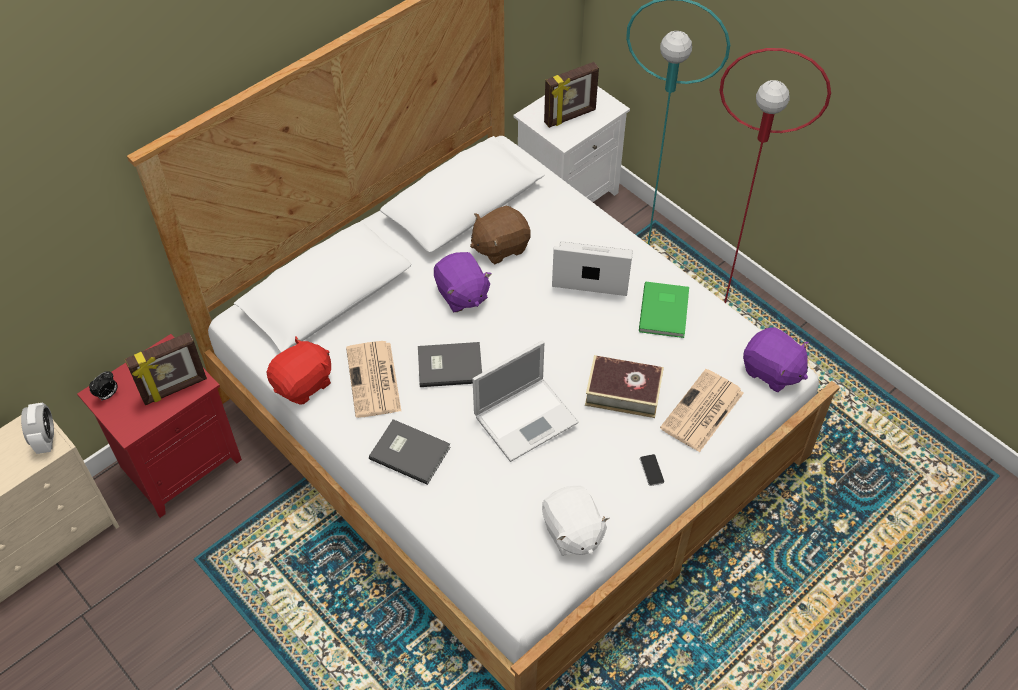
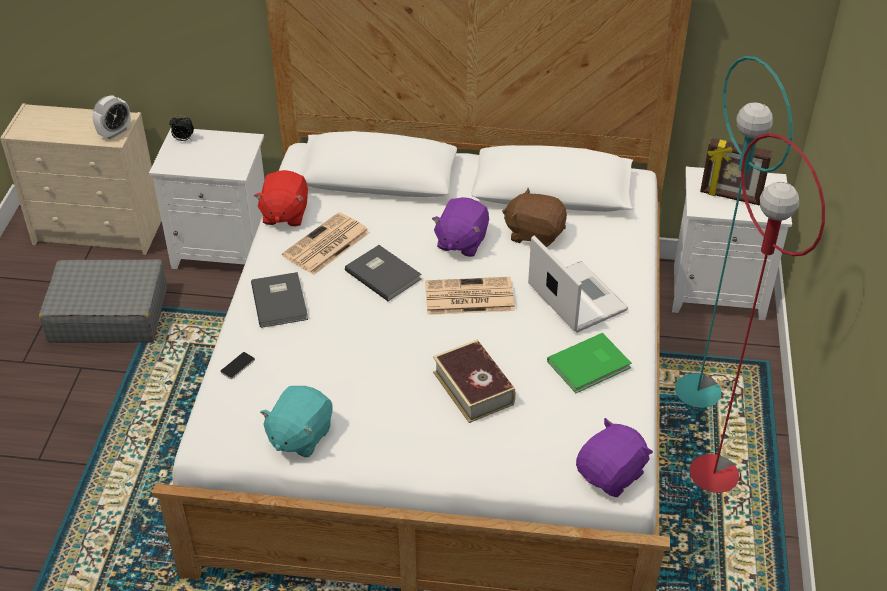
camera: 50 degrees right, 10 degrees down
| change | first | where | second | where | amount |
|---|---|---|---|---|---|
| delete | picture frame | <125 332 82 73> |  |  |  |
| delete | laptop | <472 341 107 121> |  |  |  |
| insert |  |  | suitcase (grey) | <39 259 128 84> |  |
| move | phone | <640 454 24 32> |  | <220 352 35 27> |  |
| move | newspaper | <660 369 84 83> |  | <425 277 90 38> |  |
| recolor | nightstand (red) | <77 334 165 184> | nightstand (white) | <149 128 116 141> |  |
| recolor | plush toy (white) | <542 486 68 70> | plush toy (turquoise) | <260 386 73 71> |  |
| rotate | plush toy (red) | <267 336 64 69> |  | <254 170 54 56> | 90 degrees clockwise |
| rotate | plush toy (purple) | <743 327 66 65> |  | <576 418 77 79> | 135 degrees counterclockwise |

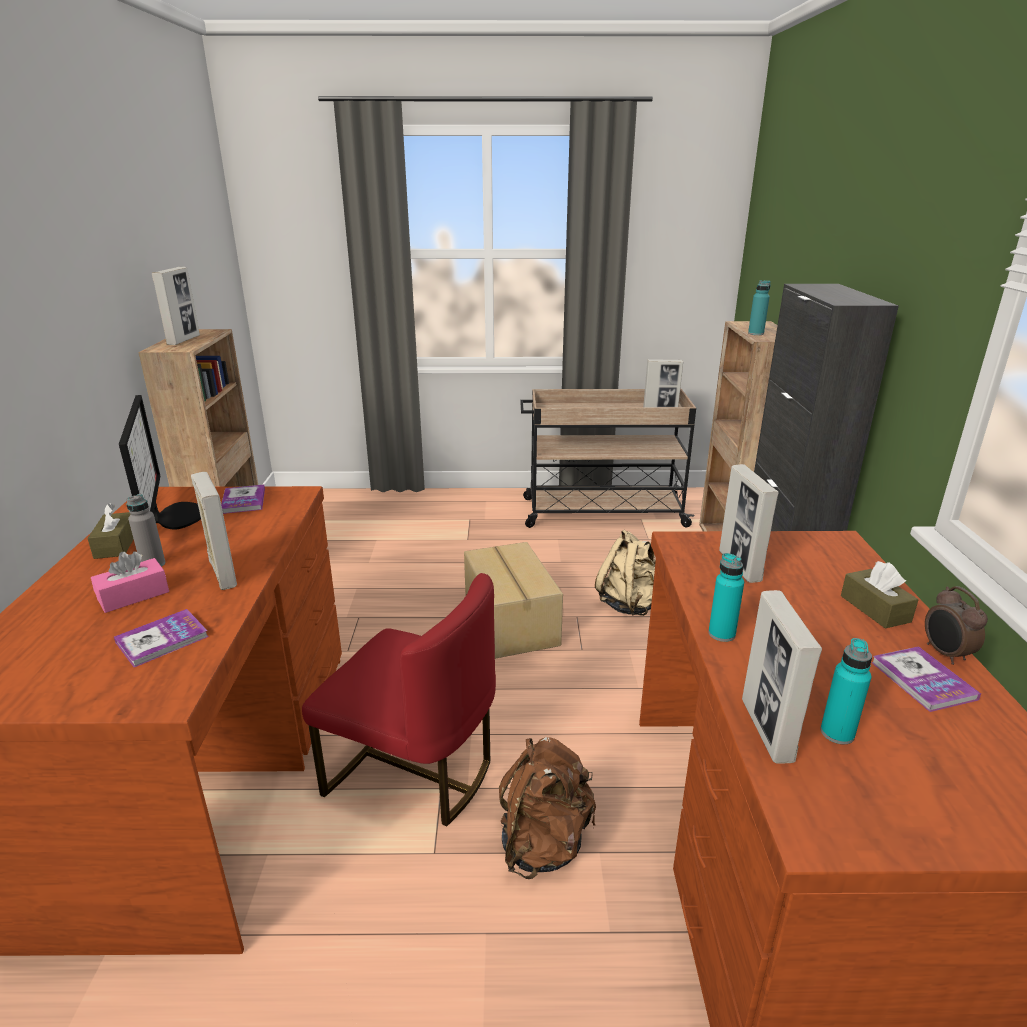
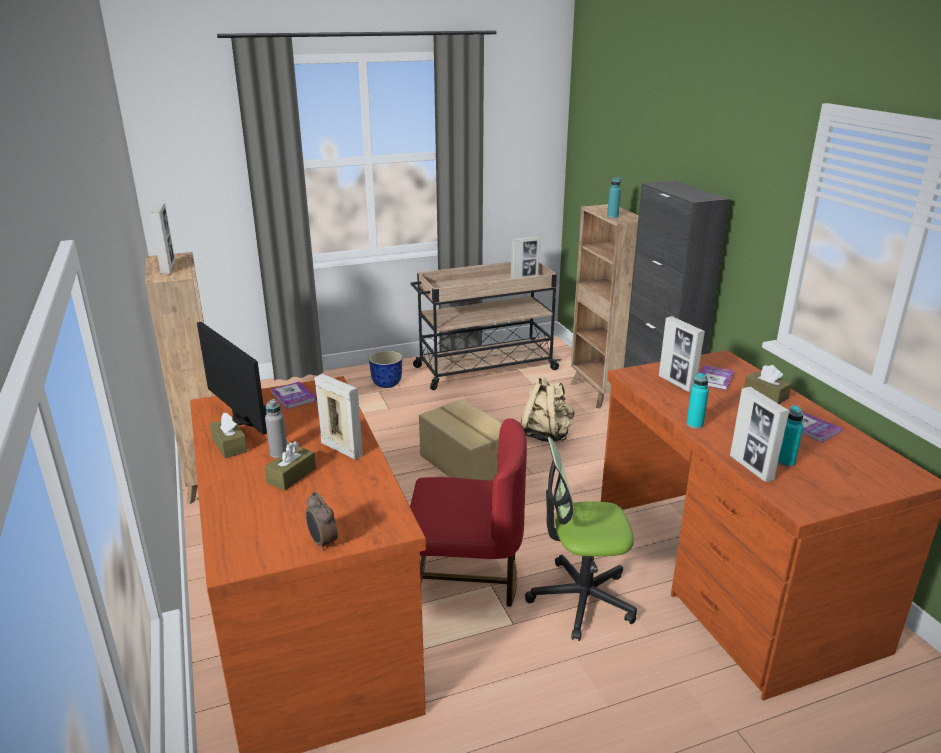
camera: 20 degrees left, 0 degrees up
| change | first | where | second | where | amount |
|---|---|---|---|---|---|
| insert |  |  | planter | <369 351 33 37> |  |
| move | book | <114 609 95 58> |  | <700 365 34 25> |  |
| move | alarm clock | <925 586 63 79> |  | <306 492 32 59> |  |
| replace | backpack (brown) | <499 737 97 142> | office chair | <525 437 112 204> |  |
| recolor | tissue box (pink) | <91 552 78 61> | tissue box (brown) | <264 441 52 49> |  |

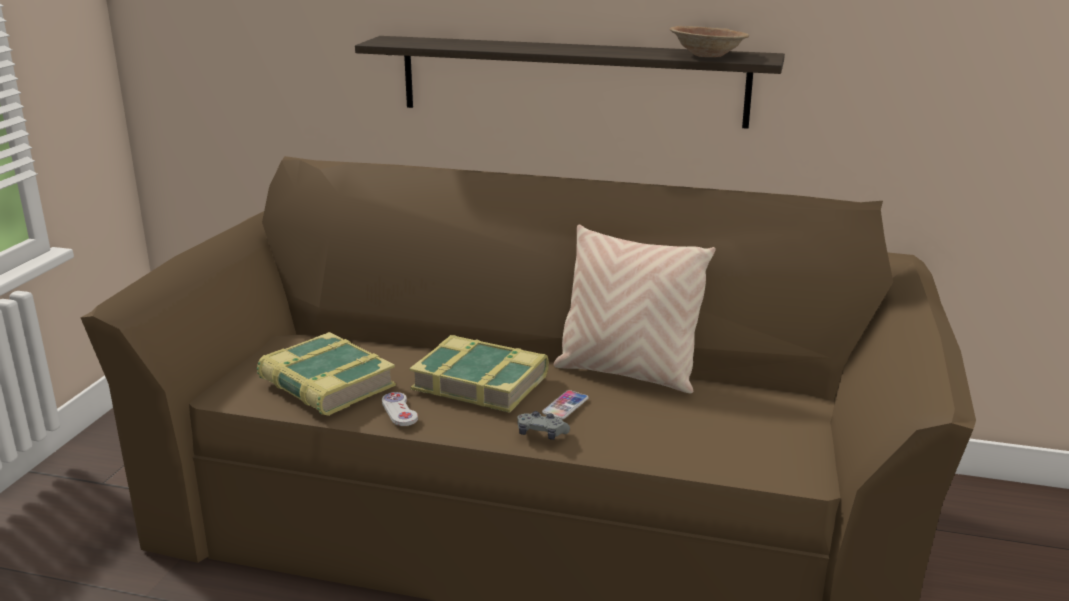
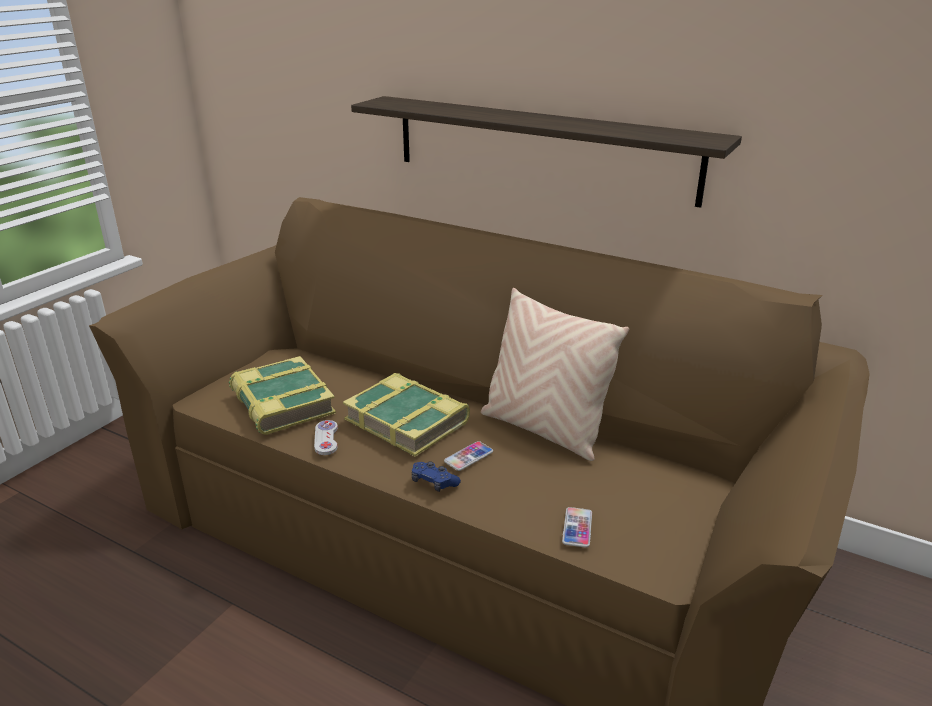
camera: 15 degrees right, 5 degrees up
| change | first | where | second | where | amount |
|---|---|---|---|---|---|
| delete | bowl (brown) | <670 26 79 31> |  |  |  |
| insert |  |  | phone | <562 507 30 41> |  |
| recolor | game controller (grey) | <517 411 53 29> | game controller (blue) | <412 461 49 31> |  |

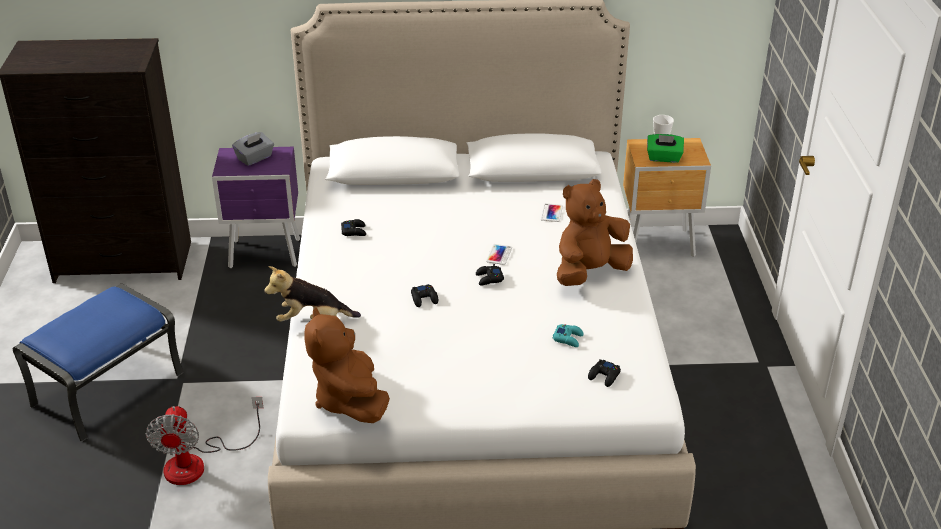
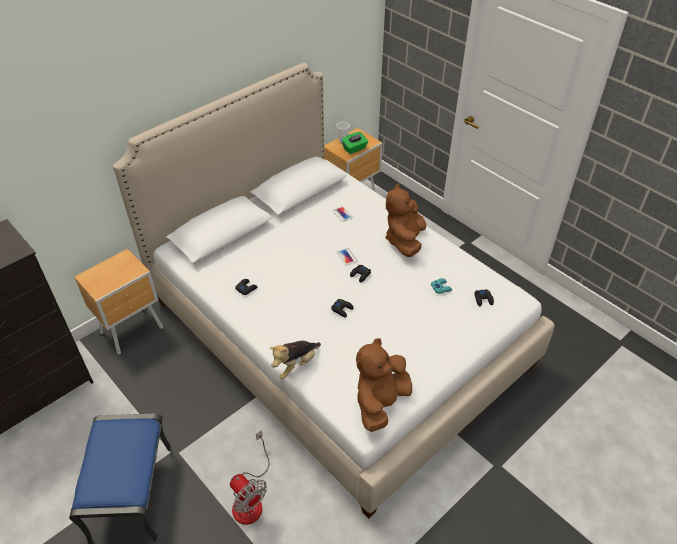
camera: 40 degrees left, 10 degrees up
| change | first | where | second | where | amount |
|---|---|---|---|---|---|
| delete | tissue box (grey) | <232 132 42 34> |  |  |  |
| recolor | nightstand (purple) | <212 147 88 121> | nightstand (brown) | <74 249 89 106> |  |
| rotate | plush toy (brown) | <304 307 86 116> |  | <356 338 56 94> | 90 degrees clockwise |

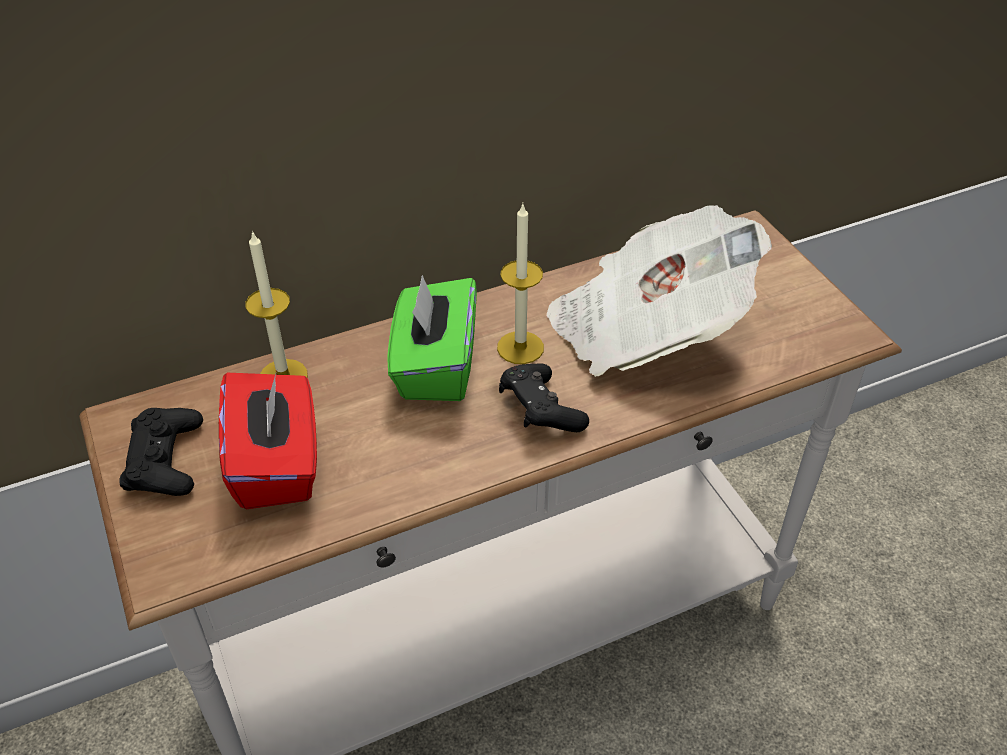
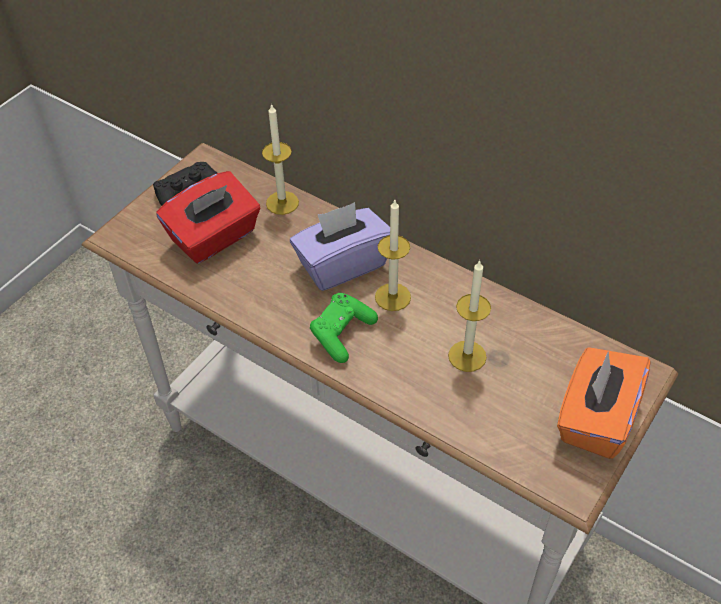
camera: 60 degrees right, 5 degrees up
| change | first | where | second | where | amount |
|---|---|---|---|---|---|
| insert |  |  | tissue box (orange) | <557 347 93 112> |  |
| replace | newspaper | <546 205 226 172> | candle | <448 260 43 112> |  |
| recolor | tissue box (green) | <387 275 90 126> | tissue box (purple) | <290 202 100 89> |  |
| recolor | game controller (black) | <499 364 90 68> | game controller (green) | <310 293 68 70> |  |

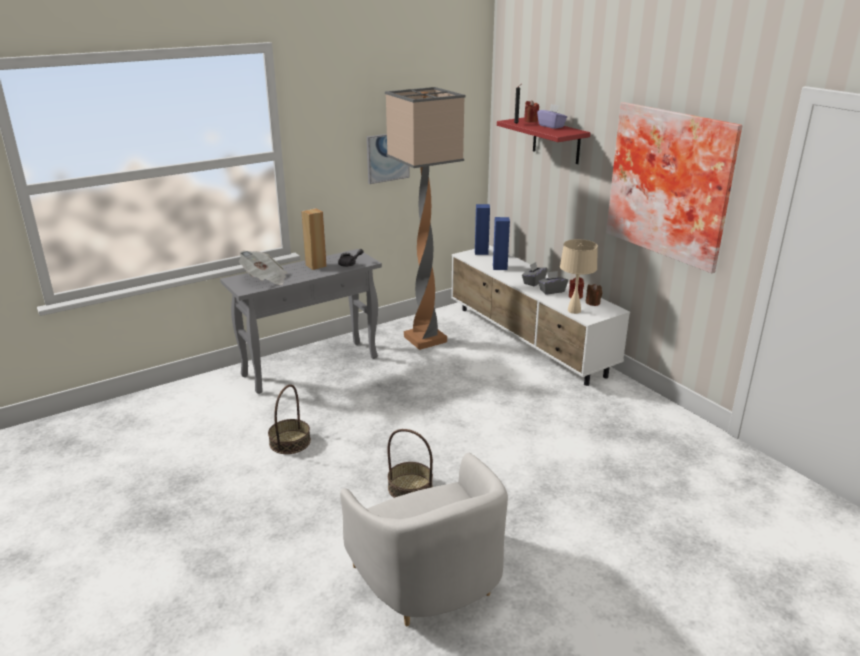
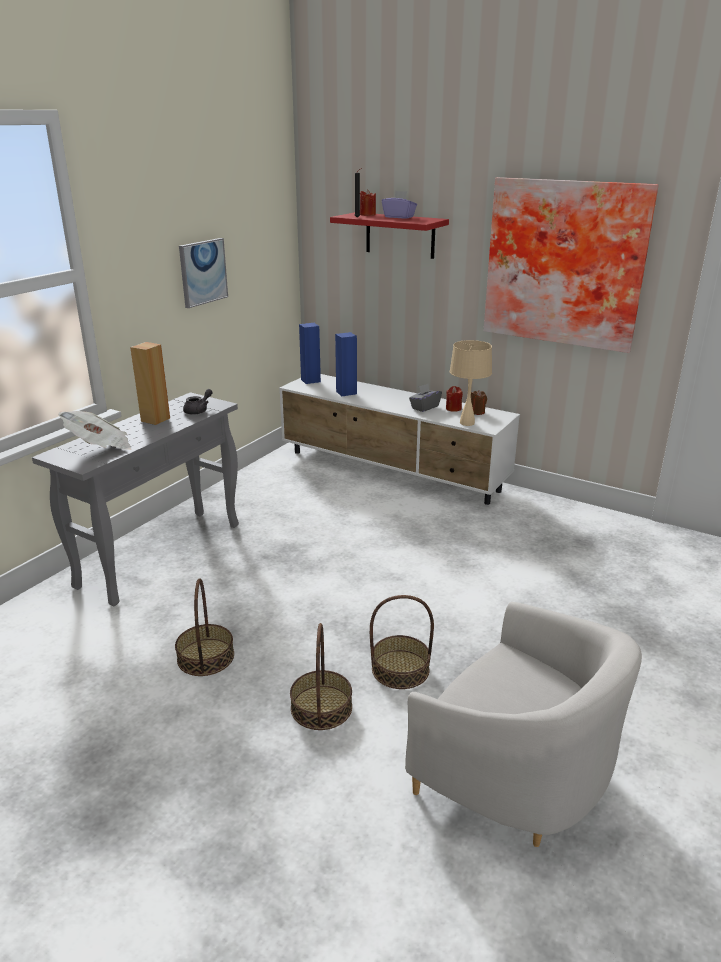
camera: 25 degrees left, 0 degrees up
| change | first | where | second | where | amount |
|---|---|---|---|---|---|
| delete | floor lamp | <385 87 81 263> |  |  |  |
| delete | tissue box (grey) | <522 262 25 24> |  |  |  |
| insert |  |  | basket | <290 623 62 107> |  |

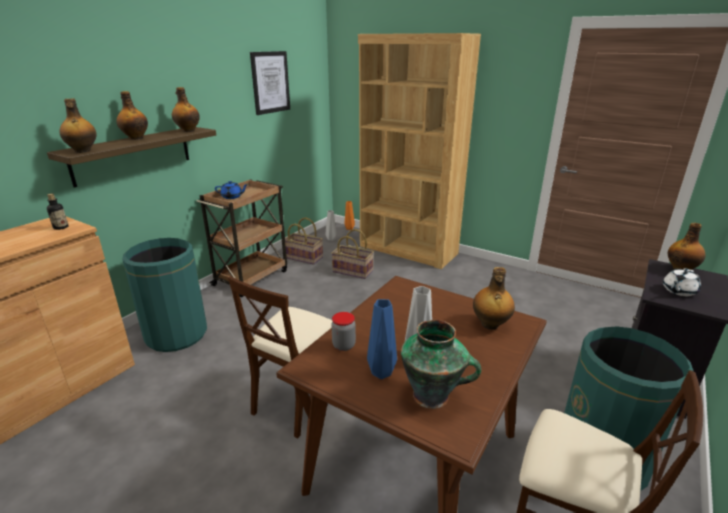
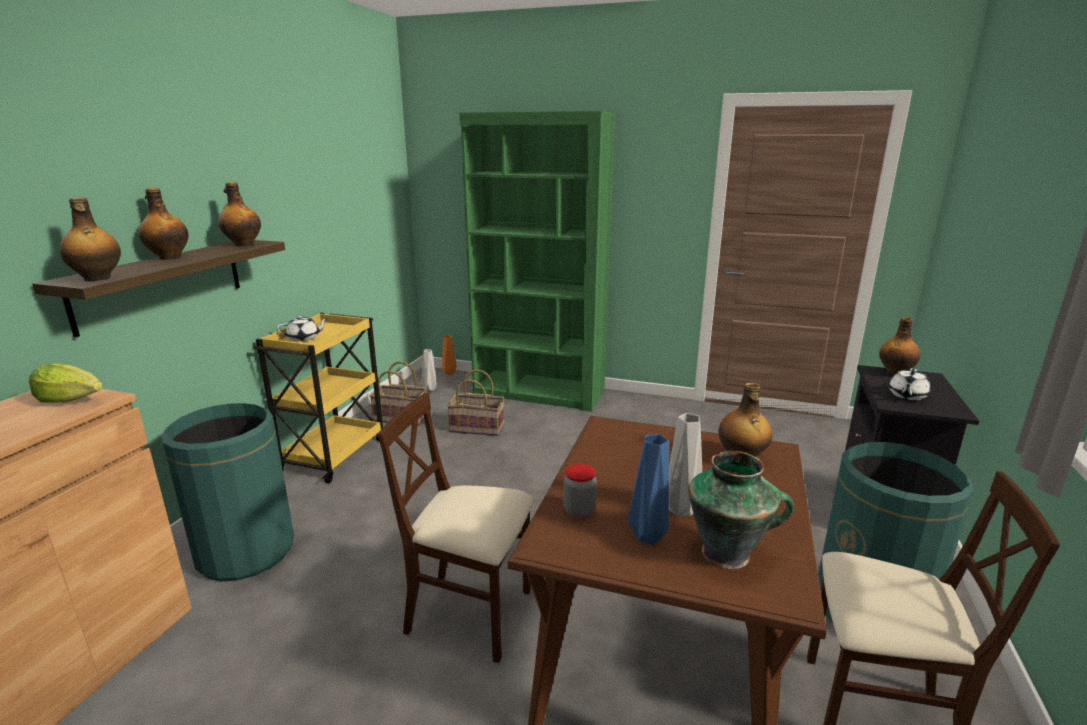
camera: 15 degrees left, 5 degrees down
| change | first | where | second | where | amount |
|---|---|---|---|---|---|
| delete | picture | <250 51 40 64> |  |  |  |
| replace | bottle | <47 194 22 36> | lettuce | <29 363 73 40> |  |
| recolor | cart (brown) | <197 179 90 118> | cart (yellow) | <253 313 130 170> |  |
| recolor | teapot (blue) | <215 181 33 18> | teapot (white) | <277 315 51 27> |  |
| recolor | bookcase (brown) | <358 33 123 236> | bookcase (green) | <459 111 156 301> |  |
| rotate | chair (beige) | <228 276 105 162> |  | <377 393 157 270> | 90 degrees clockwise |

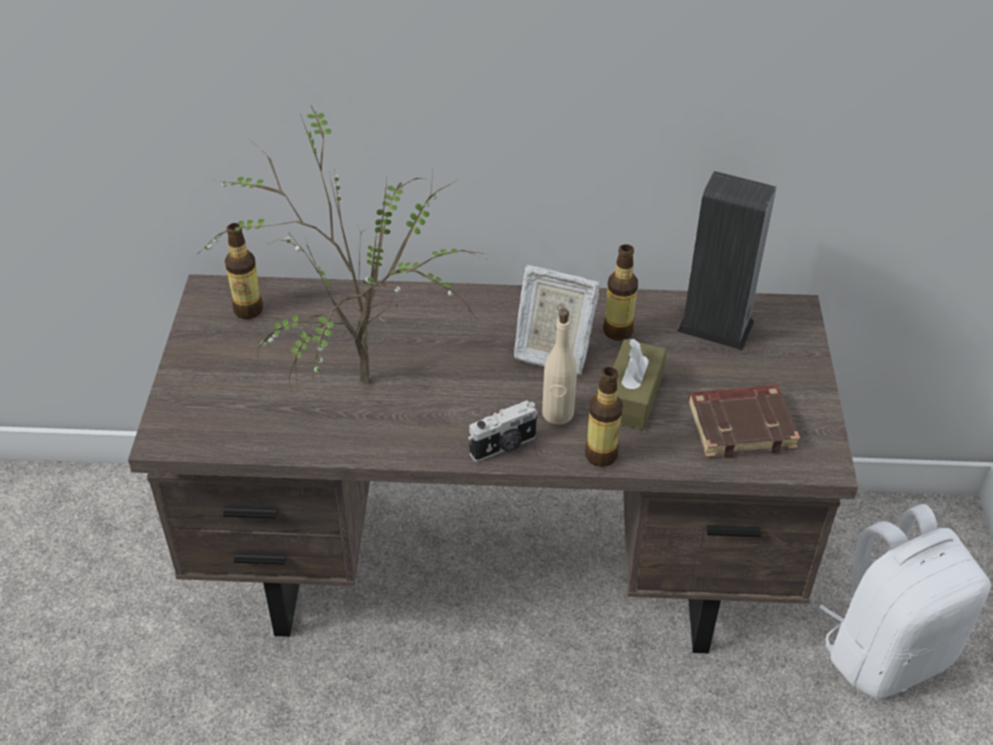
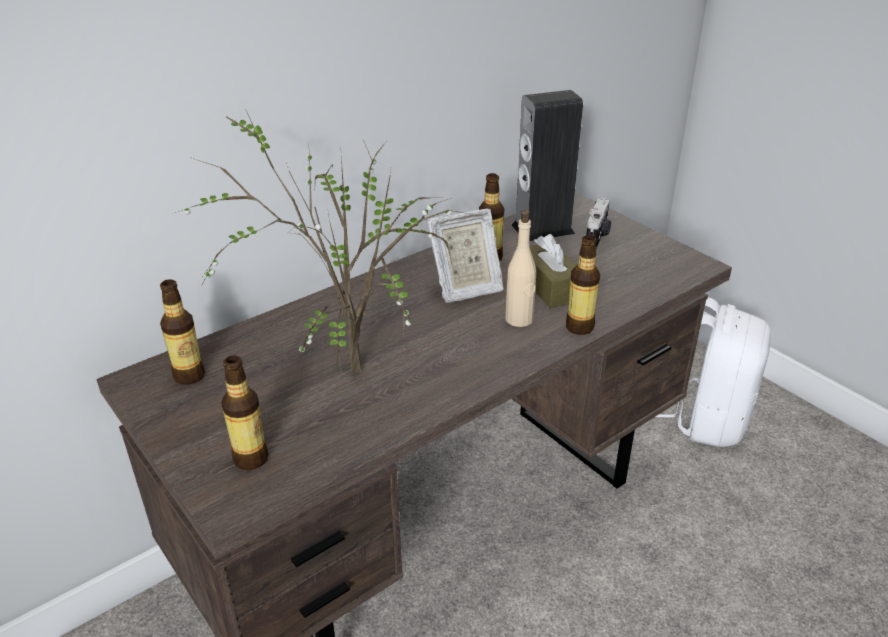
camera: 40 degrees left, 10 degrees down
| change | first | where | second | where | amount |
|---|---|---|---|---|---|
| delete | book (brown) | <688 385 112 73> |  |  |  |
| insert |  |  | bottle | <221 355 48 115> |  |
| move | photo camera | <468 400 70 62> |  | <586 198 25 51> |  |

